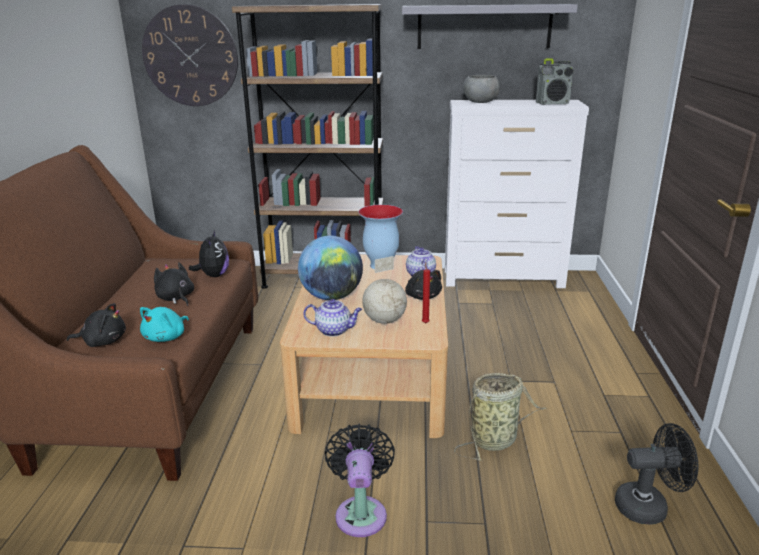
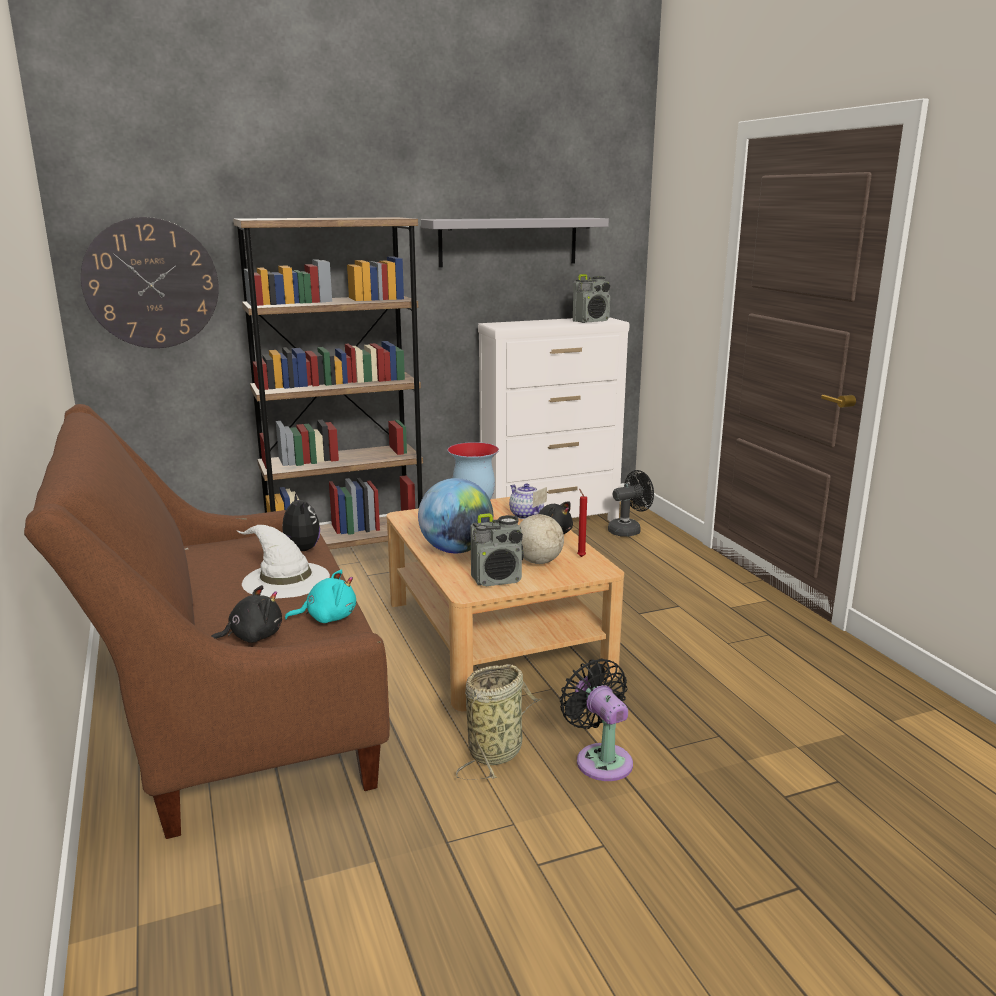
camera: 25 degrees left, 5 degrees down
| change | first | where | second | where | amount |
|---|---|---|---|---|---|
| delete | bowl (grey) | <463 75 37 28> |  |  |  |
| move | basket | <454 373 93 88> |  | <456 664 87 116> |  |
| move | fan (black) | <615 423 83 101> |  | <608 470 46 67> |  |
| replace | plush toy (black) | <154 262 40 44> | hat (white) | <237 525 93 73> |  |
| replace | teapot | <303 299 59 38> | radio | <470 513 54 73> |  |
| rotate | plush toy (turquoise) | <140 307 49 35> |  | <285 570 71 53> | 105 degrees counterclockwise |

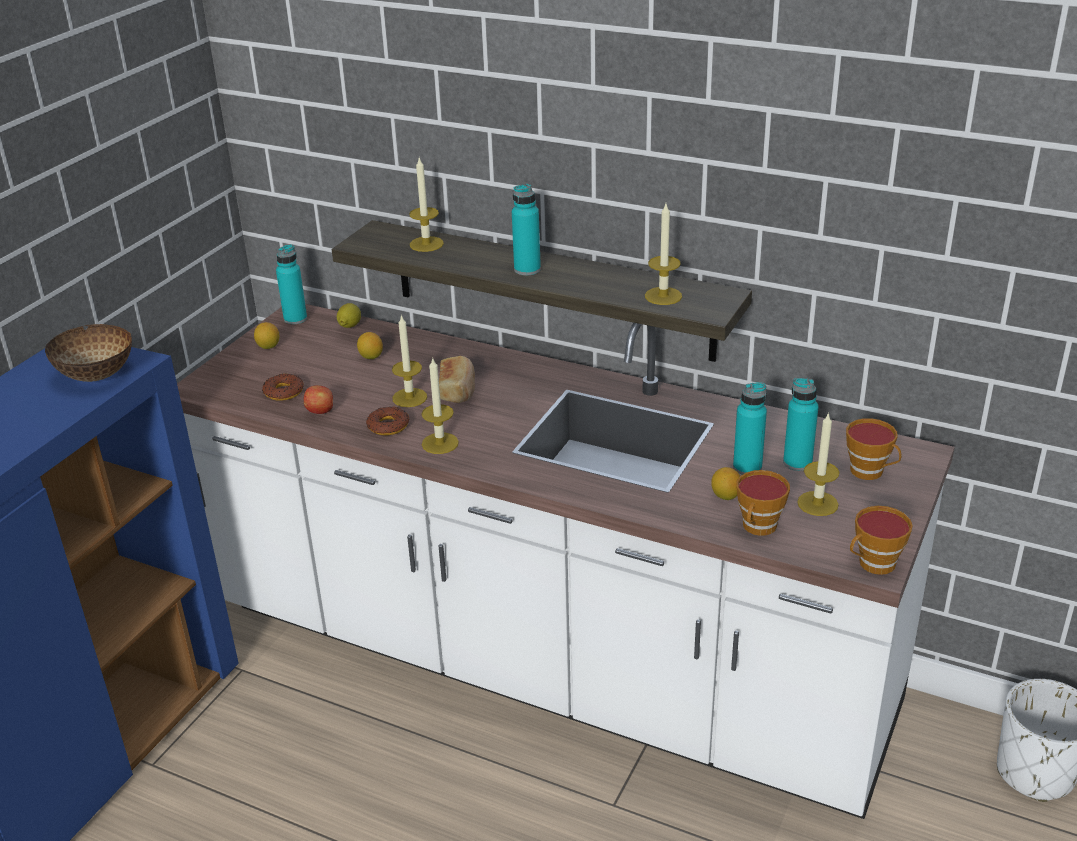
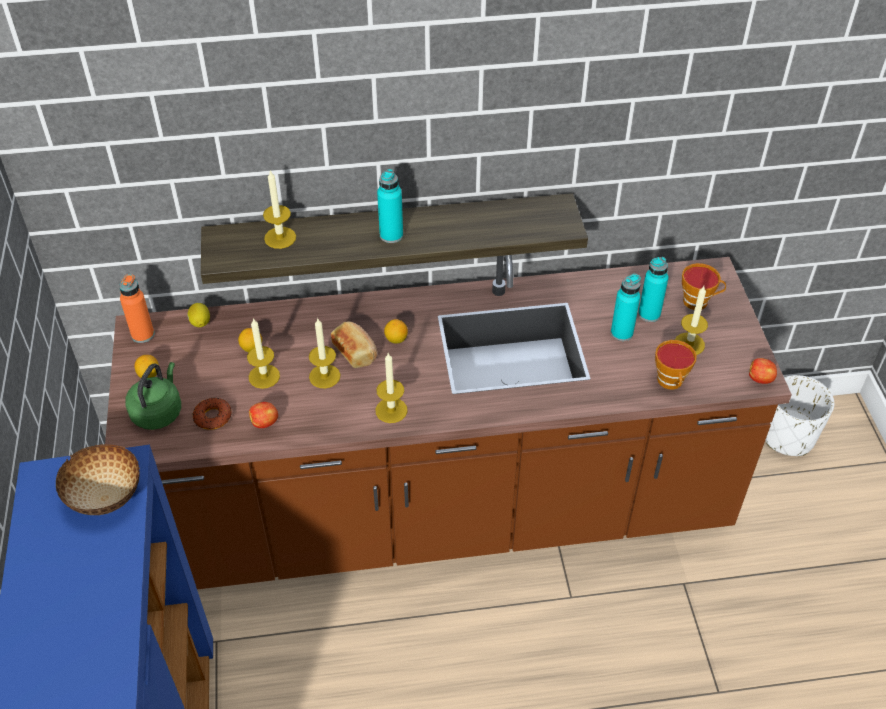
camera: 35 degrees left, 15 degrees up
| change | first | where | second | where | amount |
|---|---|---|---|---|---|
| delete | donut | <366 406 43 29> |  |  |  |
| insert |  |  | kettle (green) | <126 362 55 68> |  |
| move | candle | <645 204 37 101> |  | <247 318 33 71> |  |
| move | lemon | <711 467 29 33> |  | <384 319 24 25> |  |
| replace | cup | <850 506 63 69> | apple | <749 358 28 26> |  |
| recolor | counter (white) | <177 304 778 515> | counter (brown) | <105 255 687 334> |  |
| recolor | bottle (turquoise) | <276 244 31 80> | bottle (orange) | <119 274 35 69> |  |

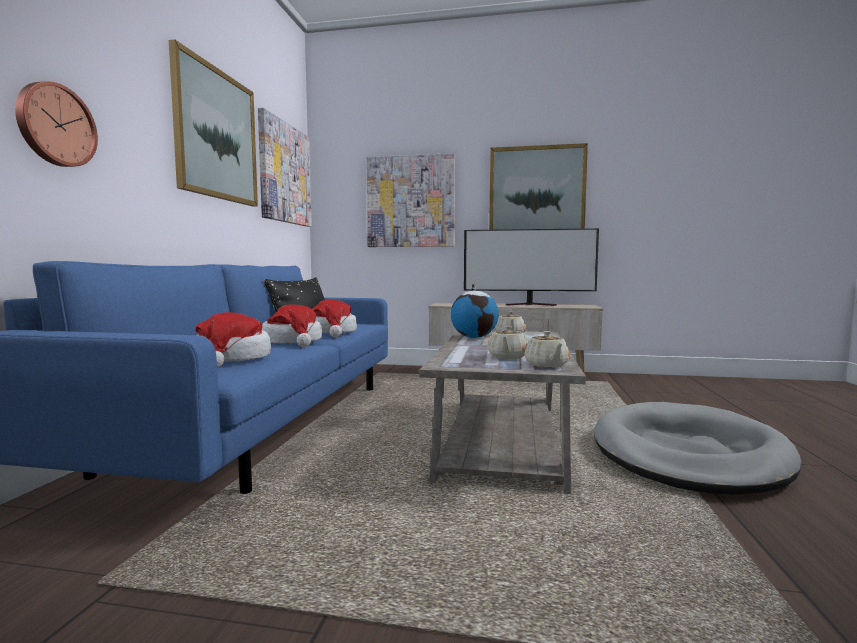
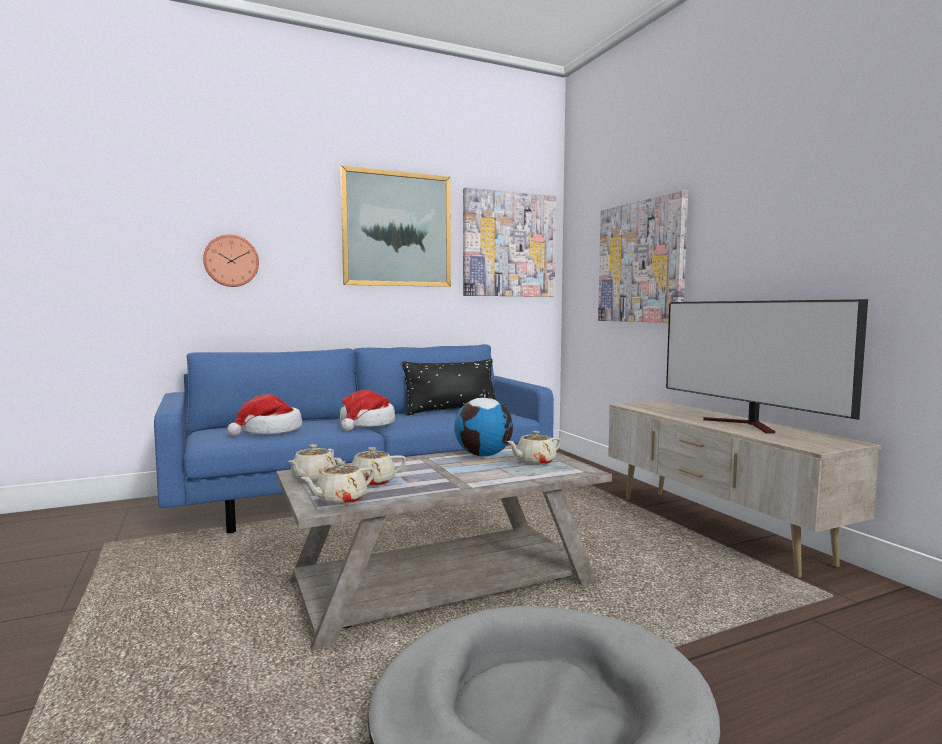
camera: 55 degrees right, 0 degrees up
| change | first | where | second | where | amount |
|---|---|---|---|---|---|
| delete | hat | <313 300 44 37> |  |  |  |
| delete | picture | <489 143 99 87> |  |  |  |
| insert |  |  | teapot (beige) | <288 444 48 39> |  |

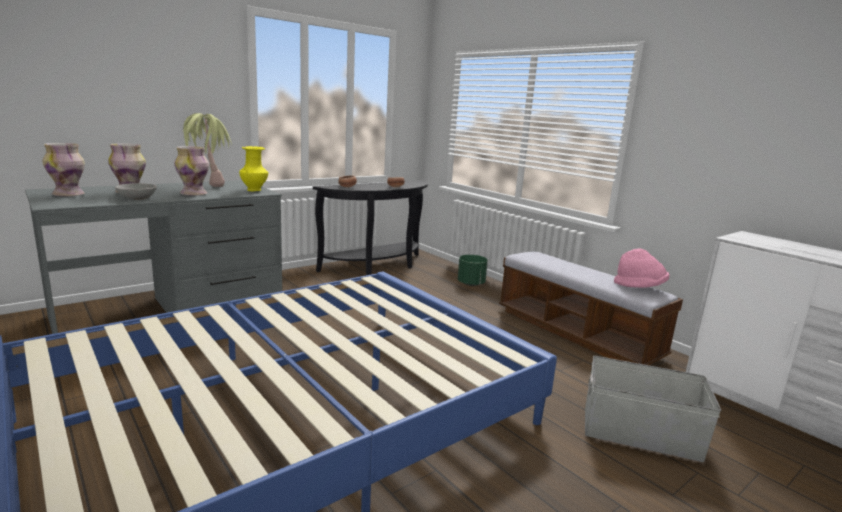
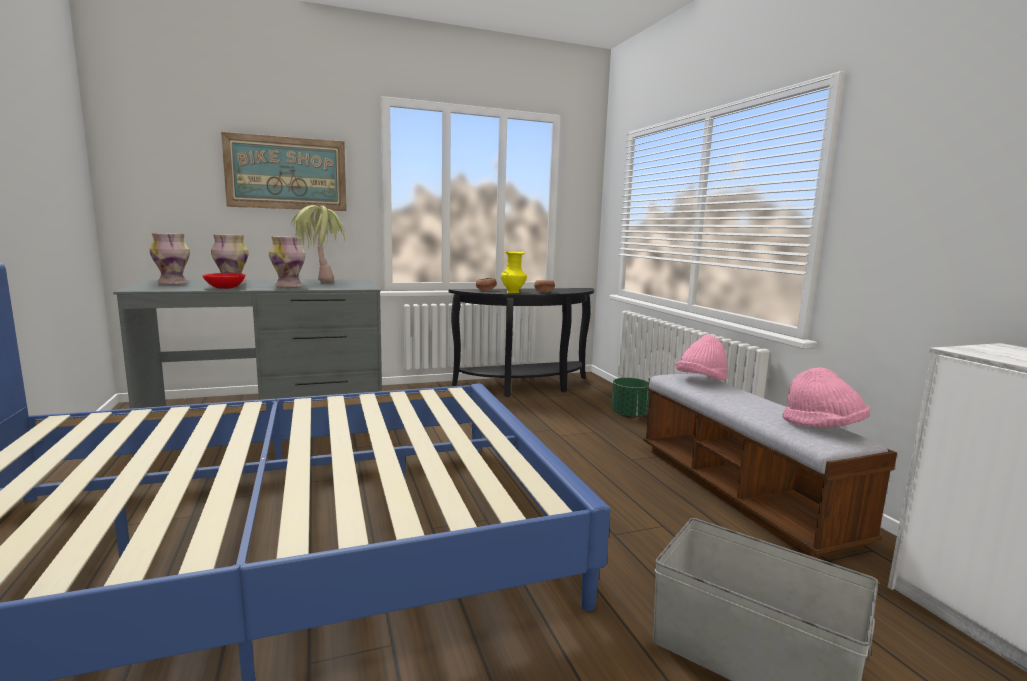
camera: 20 degrees right, 5 degrees down
| change | first | where | second | where | amount |
|---|---|---|---|---|---|
| insert |  |  | picture | <221 132 126 79> |  |
| insert |  |  | hat (pink) | <676 335 51 46> |  |
| move | vase (yellow) | <239 146 29 45> |  | <501 251 26 42> |  |
| recolor | bowl (grey) | <115 183 42 17> | bowl (red) | <203 273 42 16> |  |

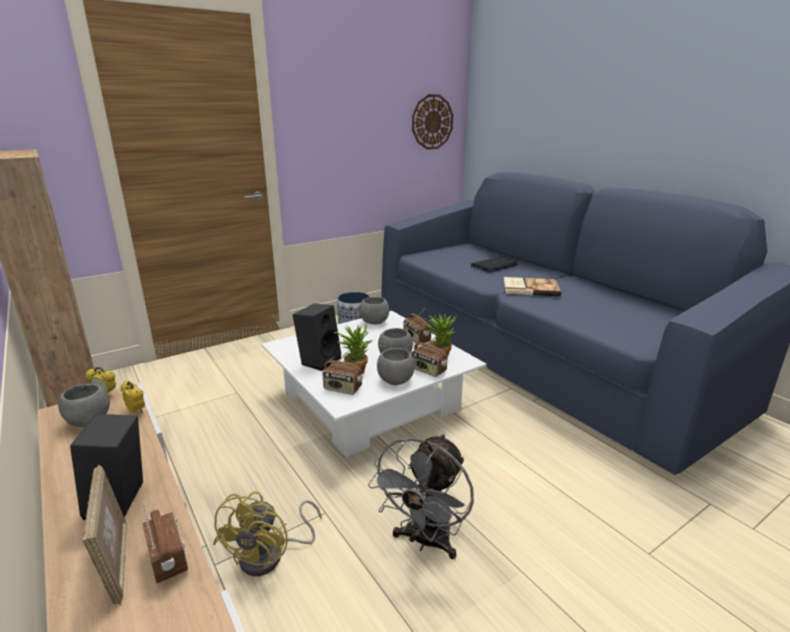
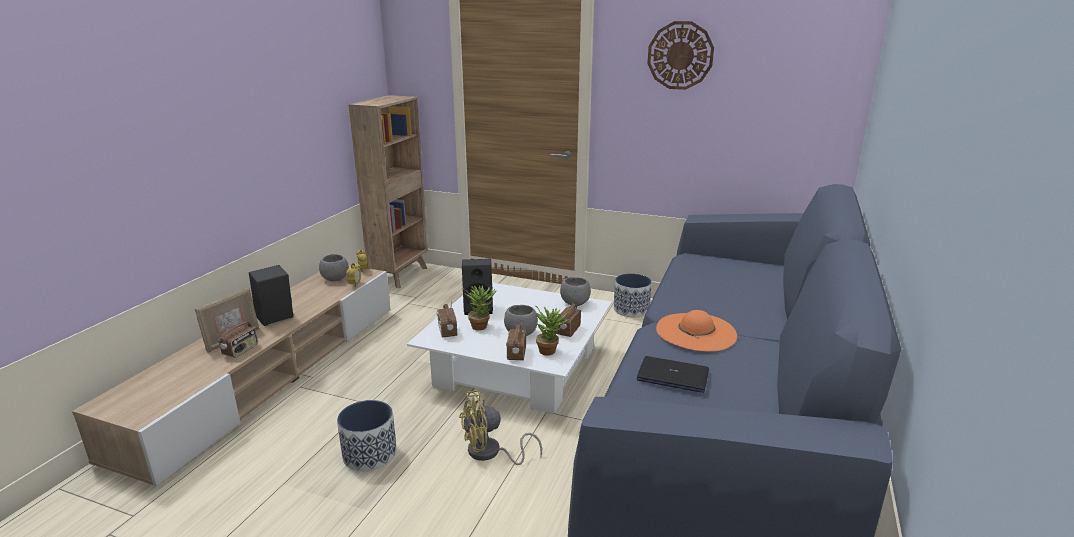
camera: 55 degrees right, 0 degrees up
| change | first | where | second | where | amount |
|---|---|---|---|---|---|
| delete | bowl (grey) | <377 348 38 37> |  |  |  |
| move | fan (yellow) | <213 491 109 85> |  | <459 390 83 75> |  |
| move | wall clock | <412 94 41 56> |  | <647 21 67 69> |  |
| move | laptop | <471 257 47 15> |  | <637 356 72 37> |  |
| replace | fan (grey) | <368 434 106 125> | planter | <337 400 60 71> |  |
| replace | book | <503 277 58 20> | hat (orange) | <656 310 81 42> |  |

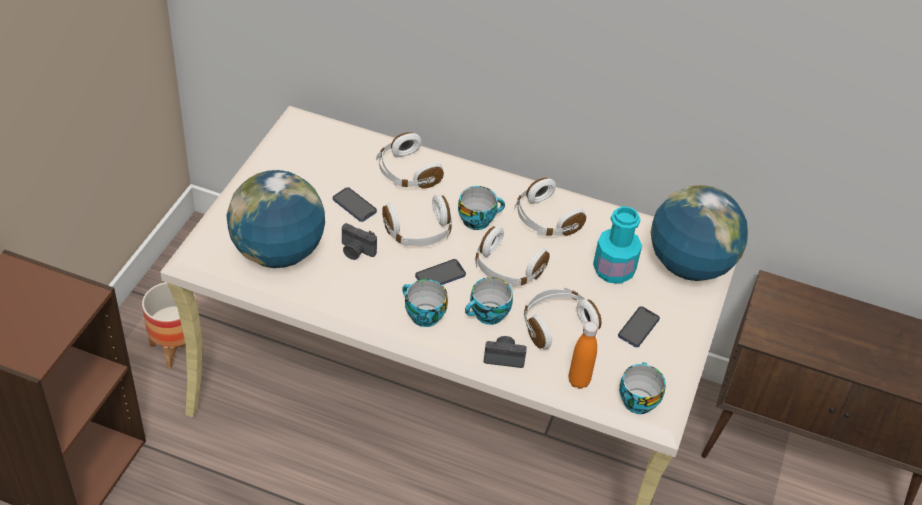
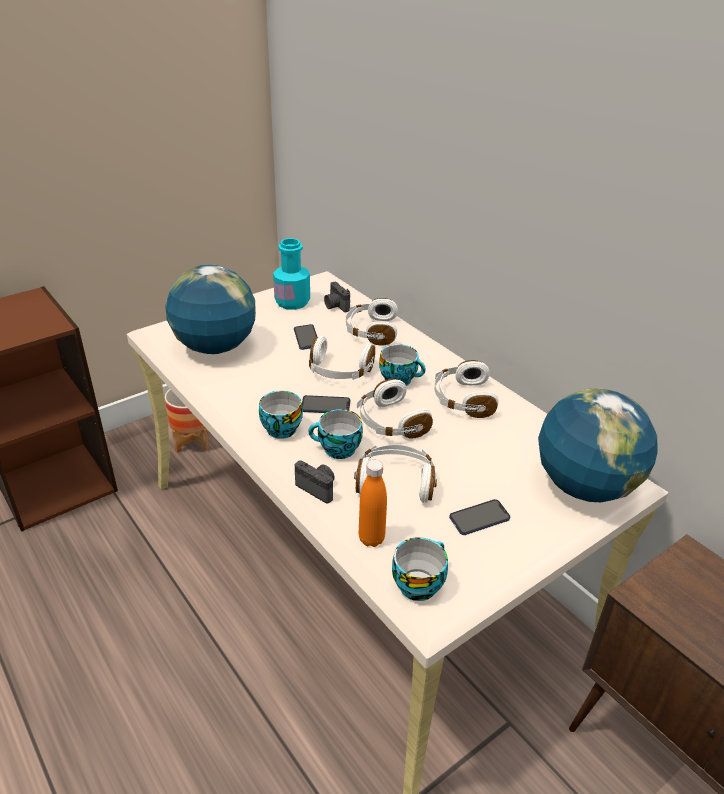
camera: 35 degrees right, 10 degrees down
| change | first | where | second | where | amount |
|---|---|---|---|---|---|
| move | photo camera | <342 223 35 37> |  | <324 282 26 30> |  |
| move | bottle (turquoise) | <593 206 49 78> |  | <273 238 37 72> |  |

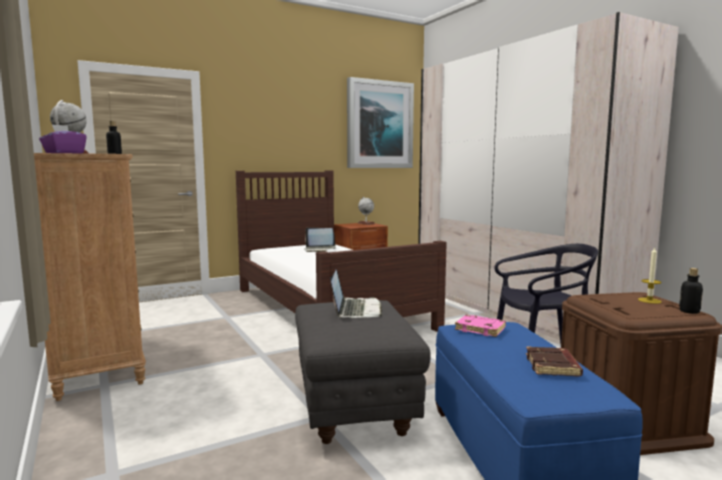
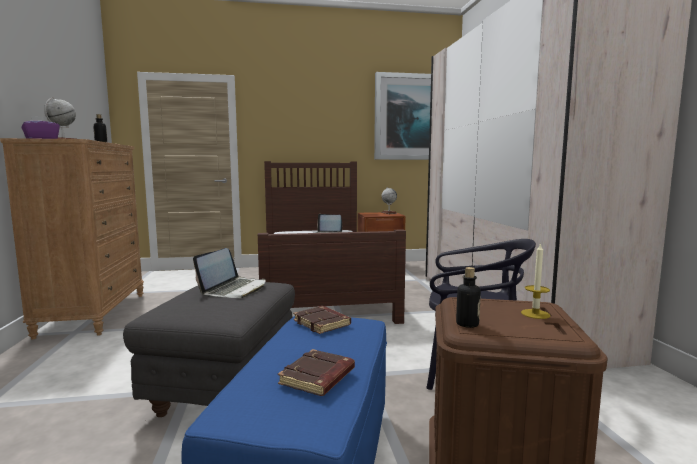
camera: 20 degrees right, 0 degrees up
| change | first | where | second | where | amount |
|---|---|---|---|---|---|
| move | bottle | <679 268 24 46> |  | <456 267 25 61> |  |
| recolor | book (pink) | <455 314 51 23> | book (brown) | <293 306 58 28> |  |

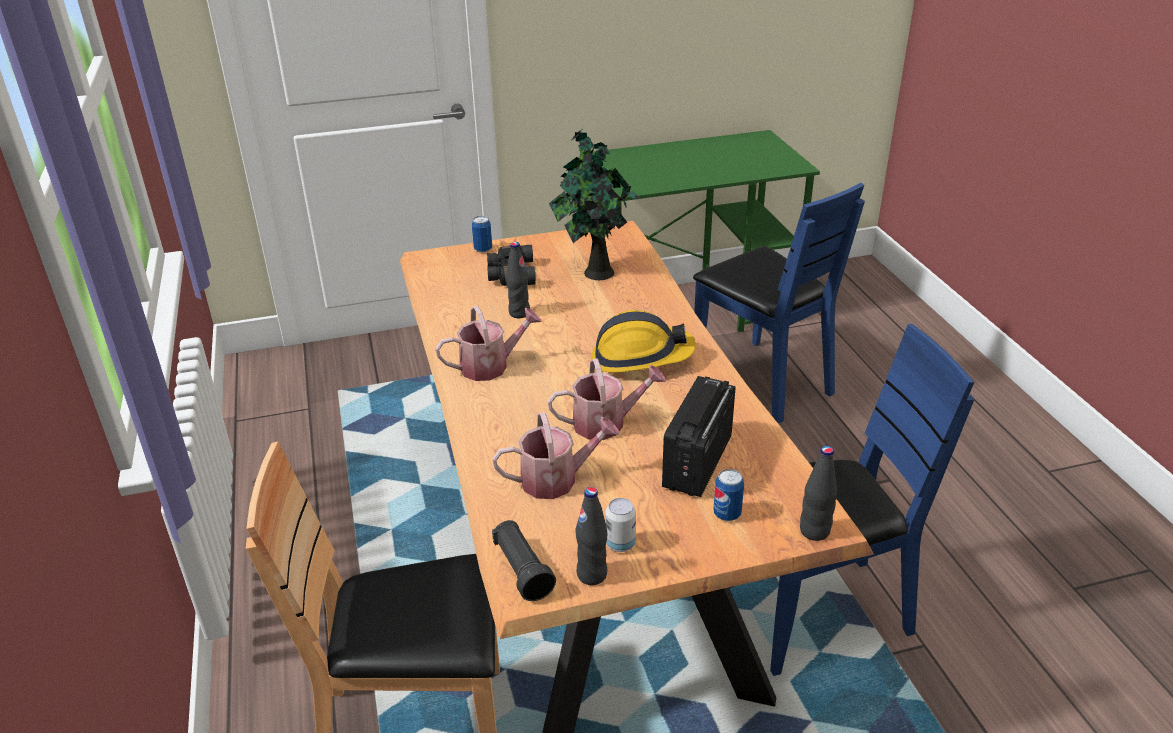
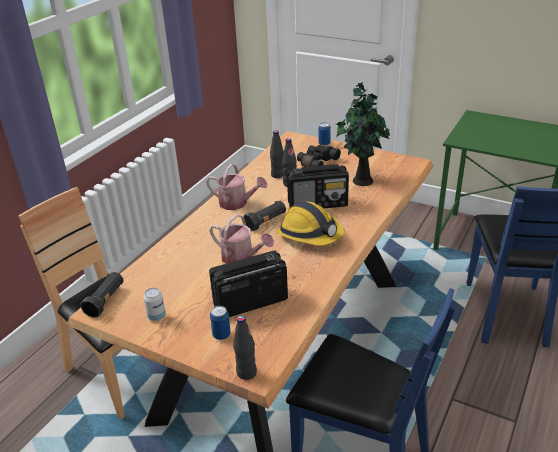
camera: 45 degrees right, 0 degrees up
| change | first | where | second | where | amount |
|---|---|---|---|---|---|
| delete | watering can | <492 412 127 87> |  |  |  |
| insert |  |  | flashlight (black) | <244 201 42 30> |  |
| insert |  |  | radio | <287 164 62 45> |  |
| move | bottle (black) | <575 487 32 98> |  | <270 130 14 48> |  |

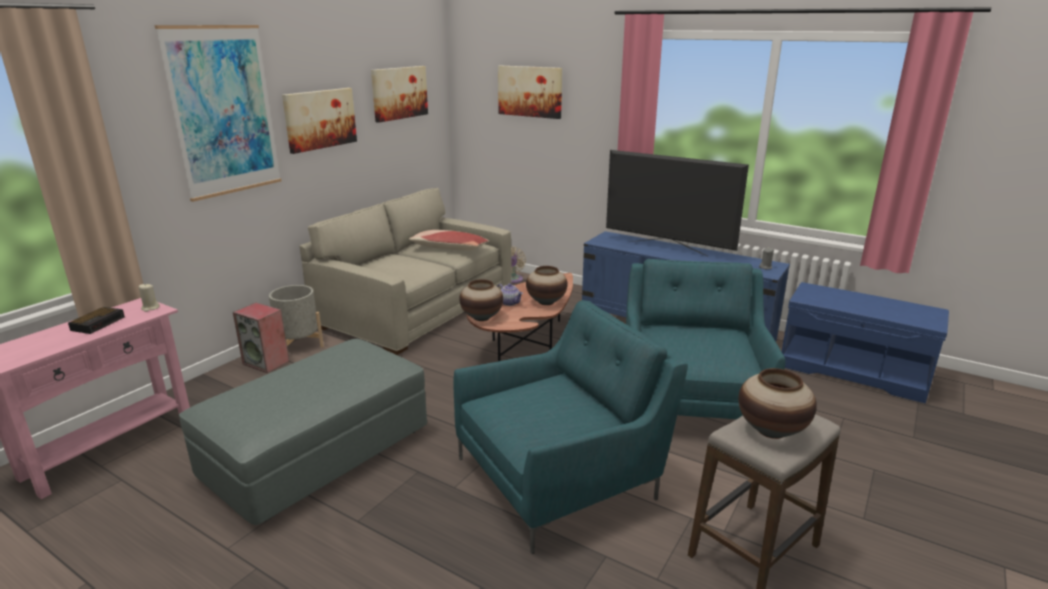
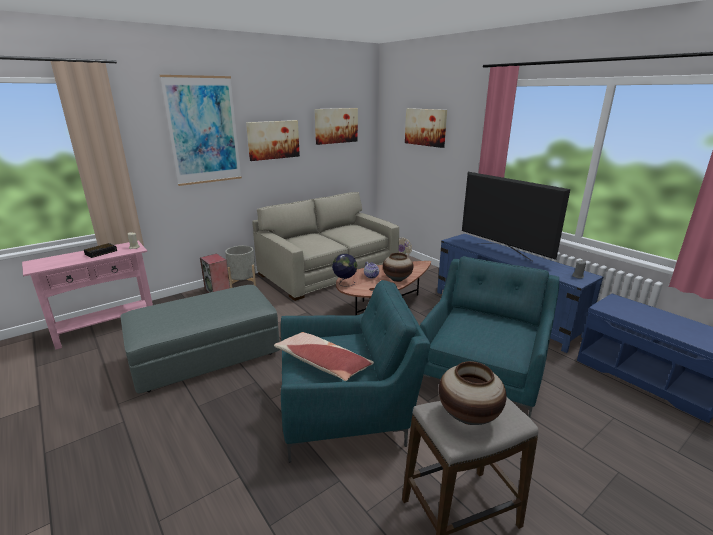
camera: 20 degrees right, 0 degrees up
| change | first | where | second | where | amount |
|---|---|---|---|---|---|
| move | pillow | <409 230 80 20> |  | <274 332 100 49> |  |
| replace | vase | <459 279 44 42> | globe | <332 254 25 33> |  |

